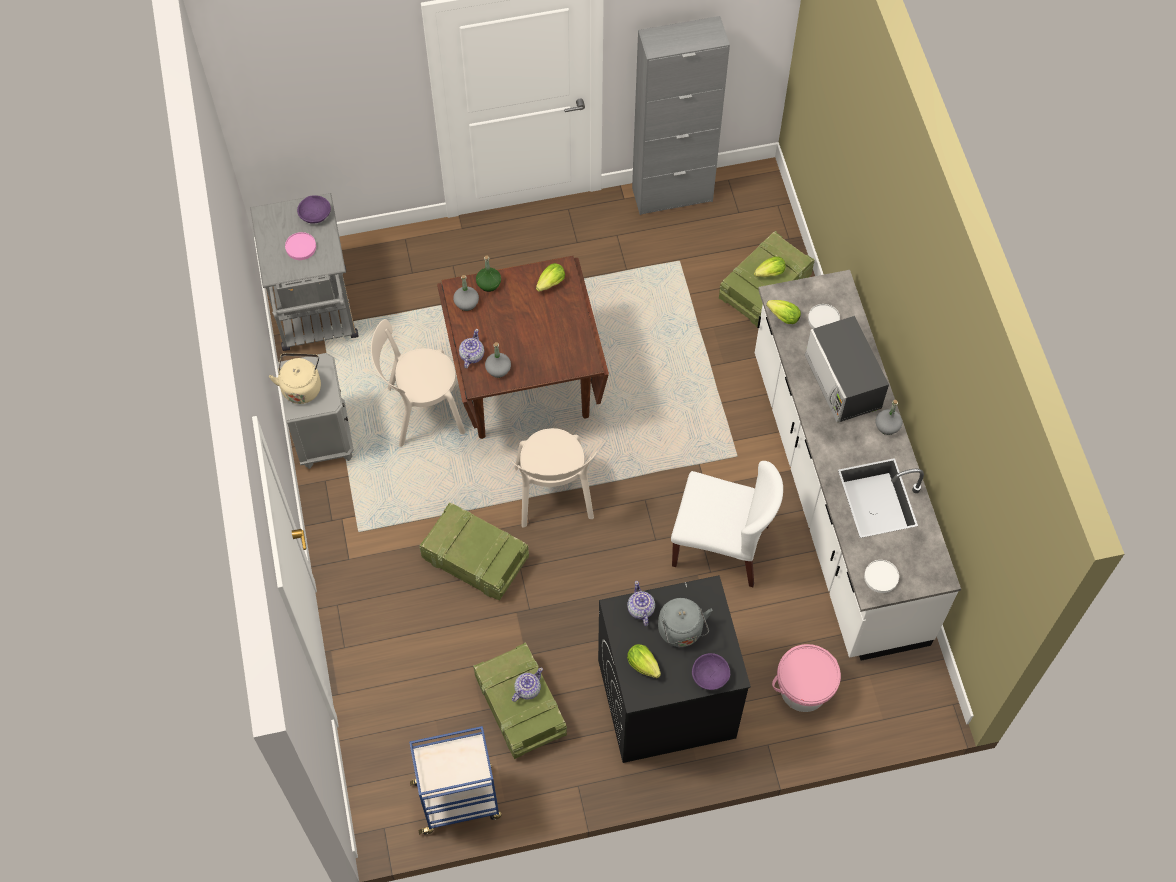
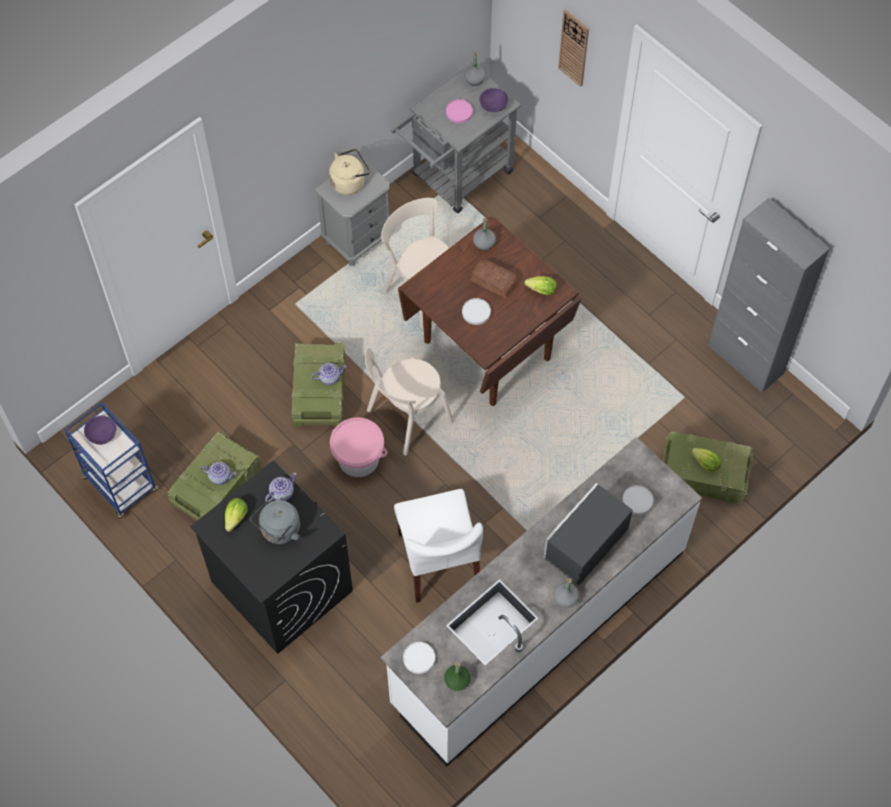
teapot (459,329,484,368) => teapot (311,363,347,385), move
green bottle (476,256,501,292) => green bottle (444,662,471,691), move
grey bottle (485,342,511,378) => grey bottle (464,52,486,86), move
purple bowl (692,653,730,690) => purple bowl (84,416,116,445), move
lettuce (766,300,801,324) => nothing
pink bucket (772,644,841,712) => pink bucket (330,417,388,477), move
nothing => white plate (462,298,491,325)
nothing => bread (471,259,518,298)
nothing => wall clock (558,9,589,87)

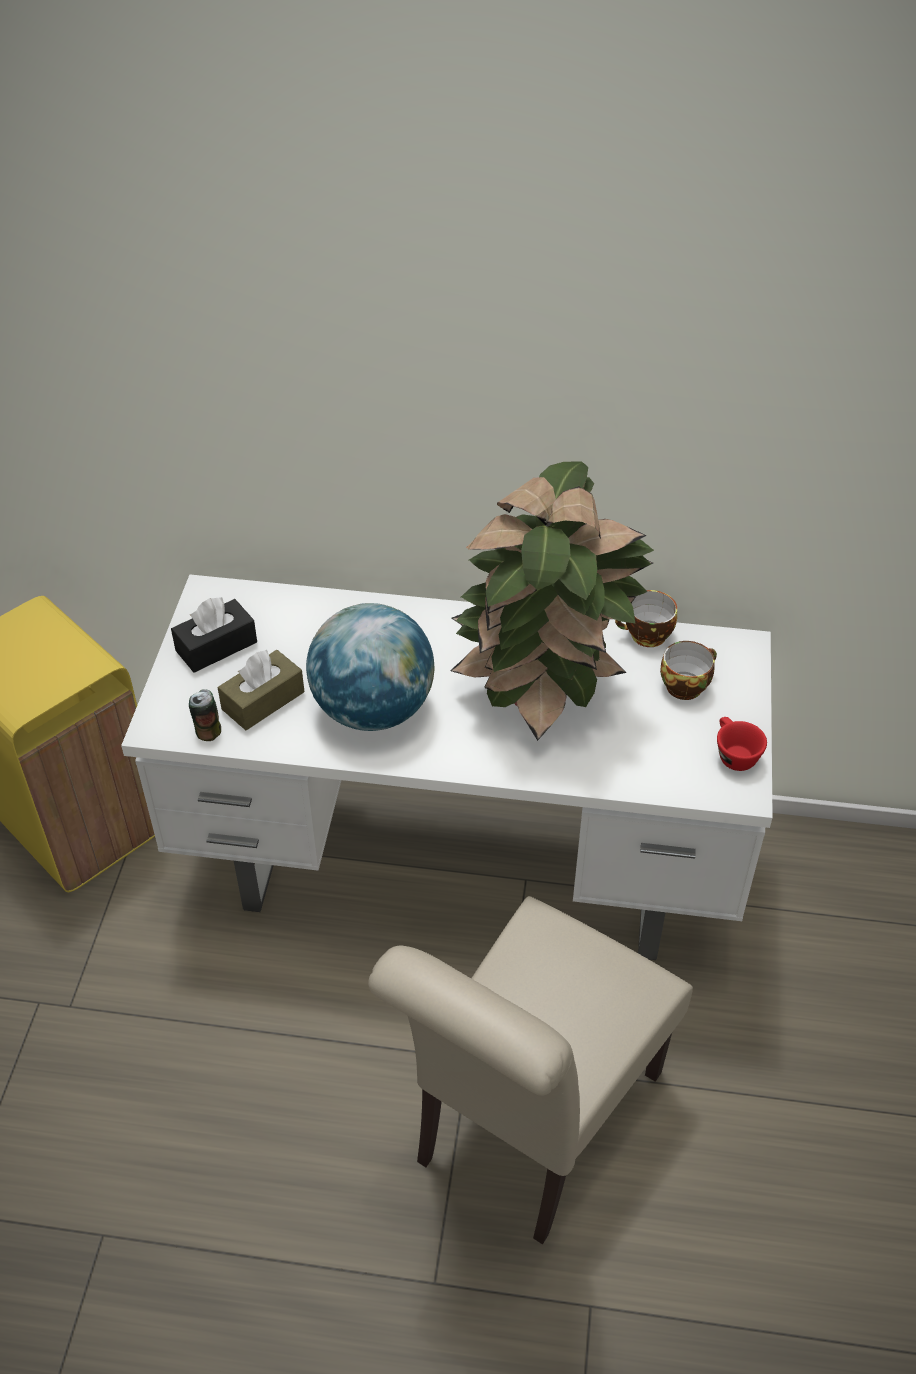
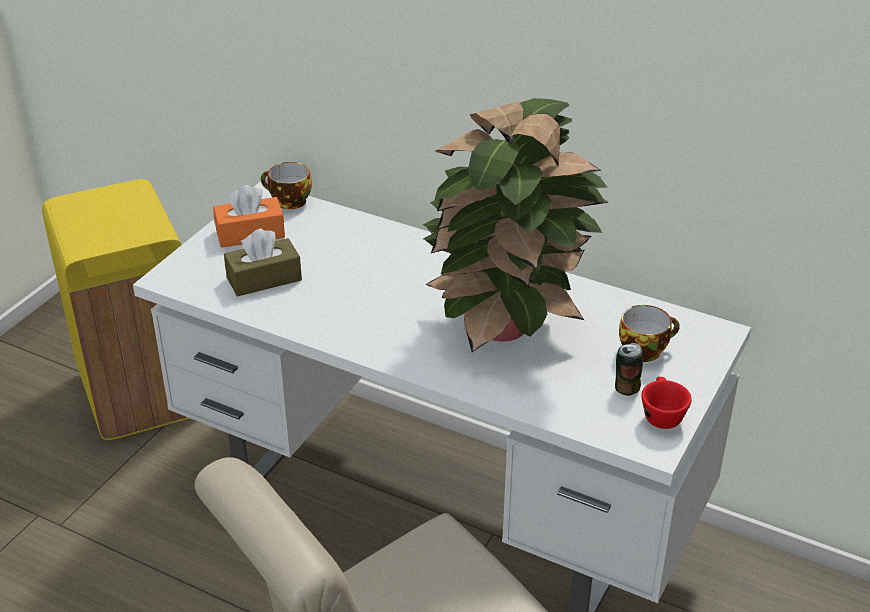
black tissue box (171,597,257,673) => orange tissue box (213,185,285,248)
can (189,689,221,741) => can (615,343,643,396), move
globe (306,603,435,731) => nothing
cup (615,590,677,647) => cup (261,162,312,209), move

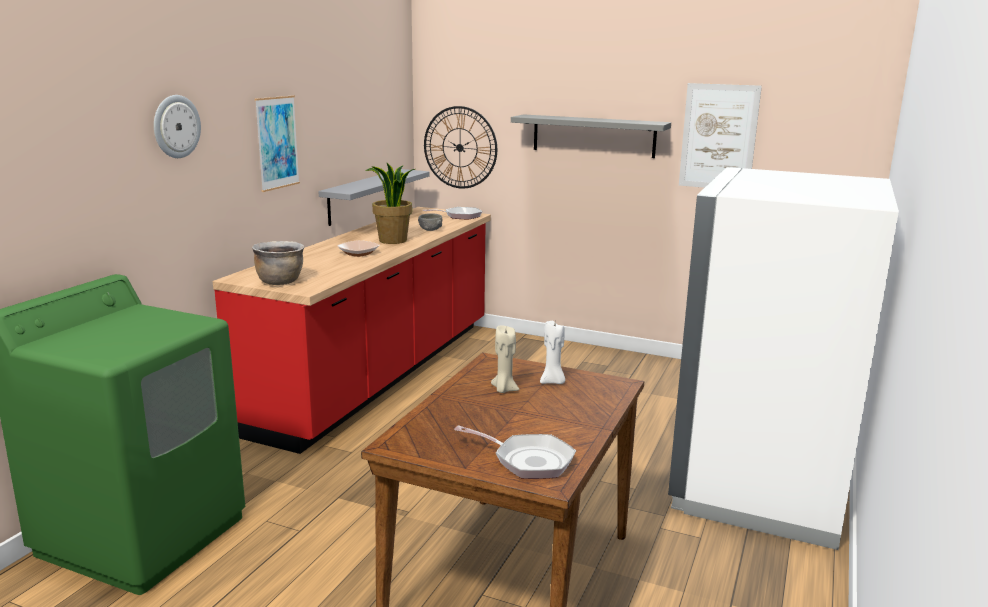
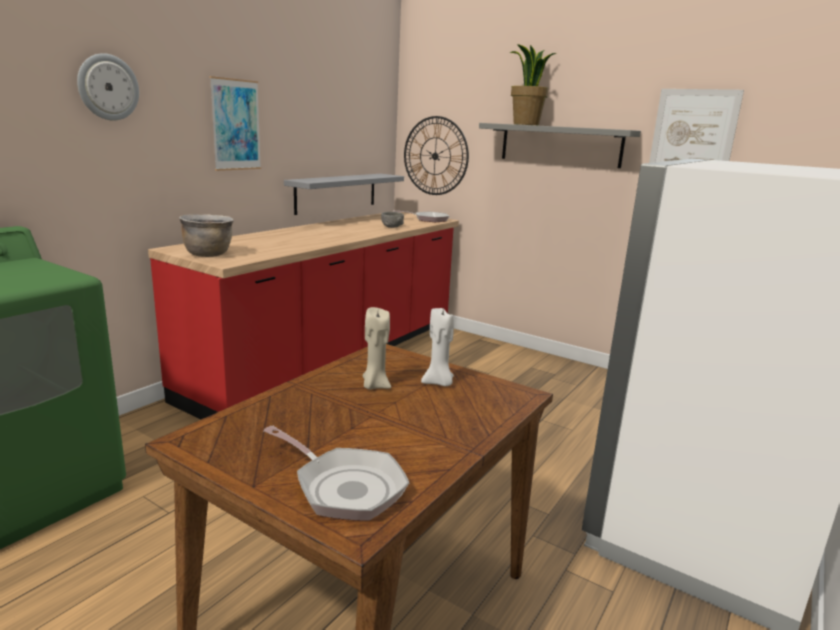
bowl (337,240,380,257) => nothing
potted plant (365,163,415,244) => potted plant (510,44,556,125), move

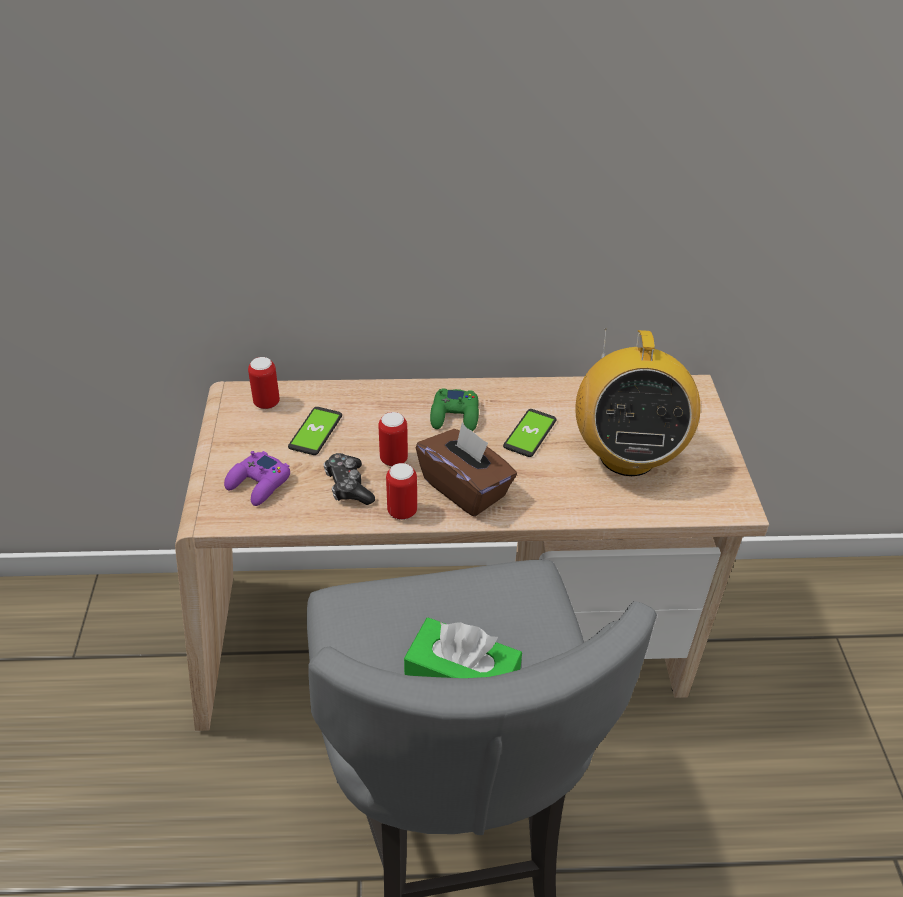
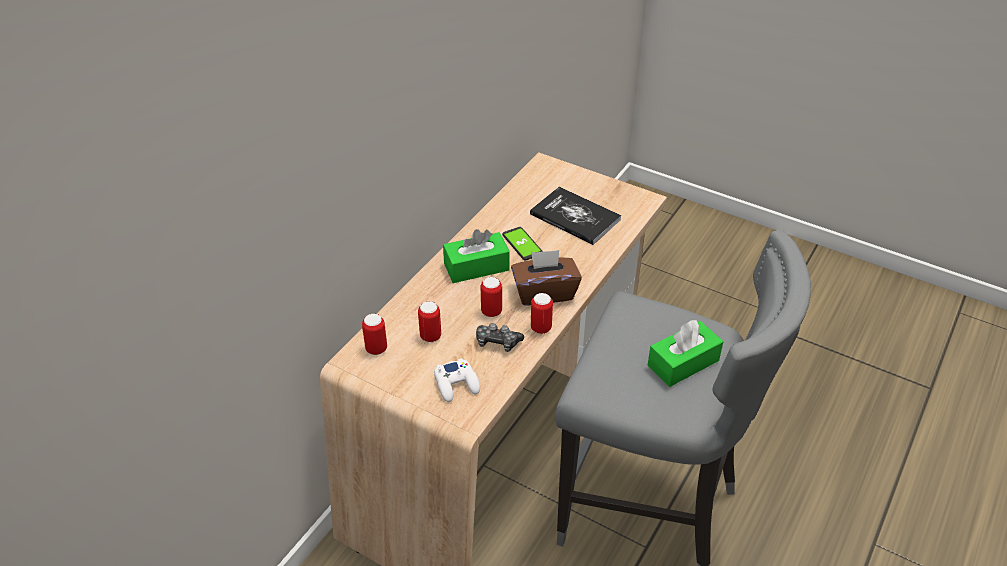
purple game controller (224,451,290,506) => white game controller (434,359,480,402)
phone (288,407,342,455) => can (418,301,441,343)
green game controller (430,388,479,431) => green tissue box (443,229,510,283)
radio (575,329,701,476) => book (530,187,621,245)

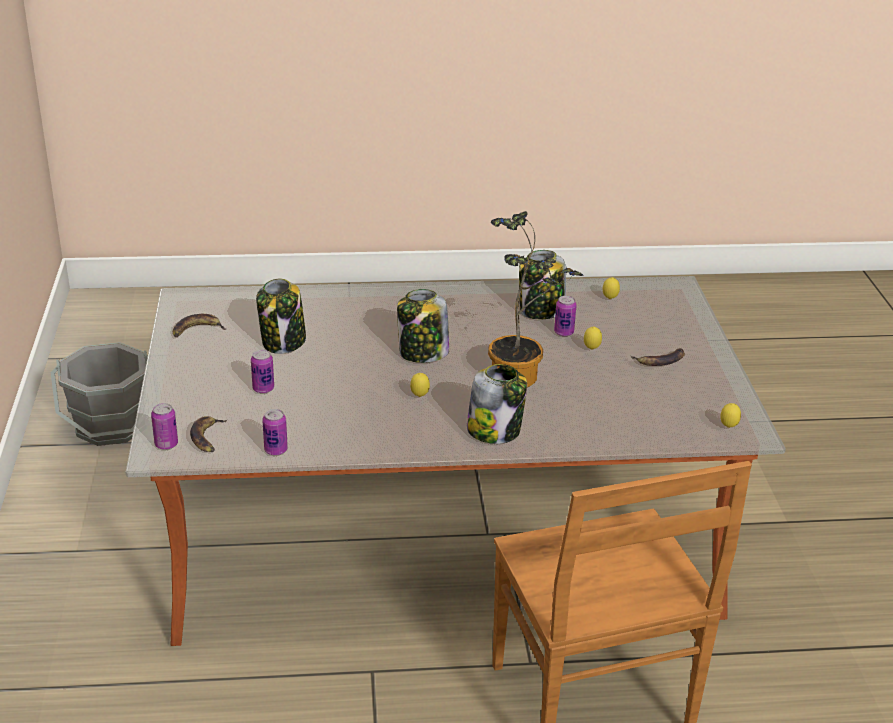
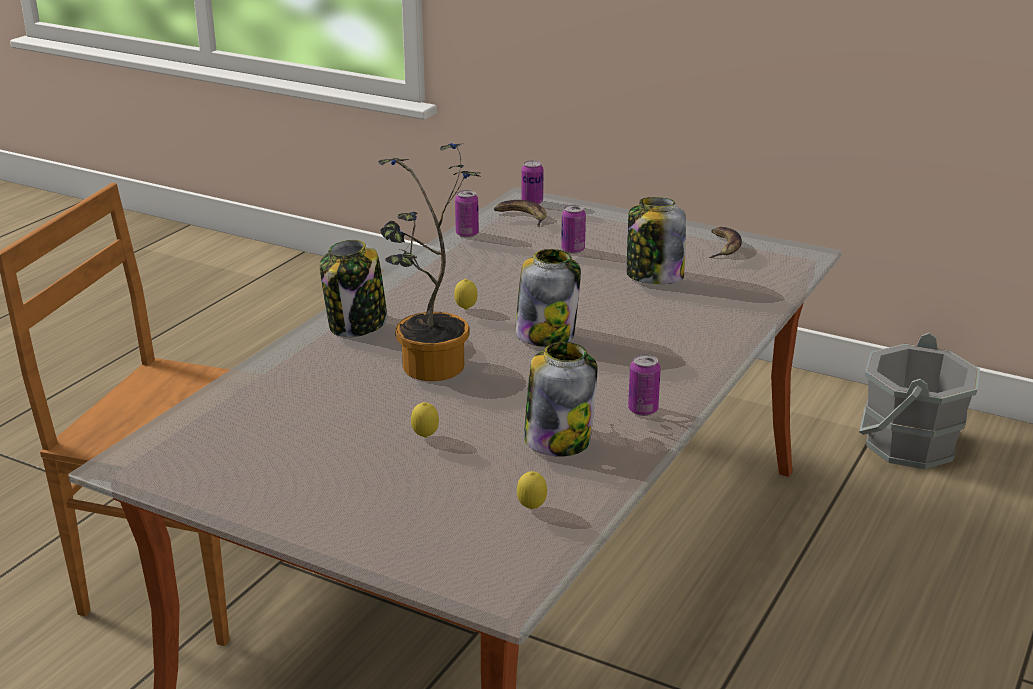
can (554,296,577,337) => can (628,354,661,416), move
banana (631,348,685,366) => nothing
lemon (720,403,741,428) => nothing

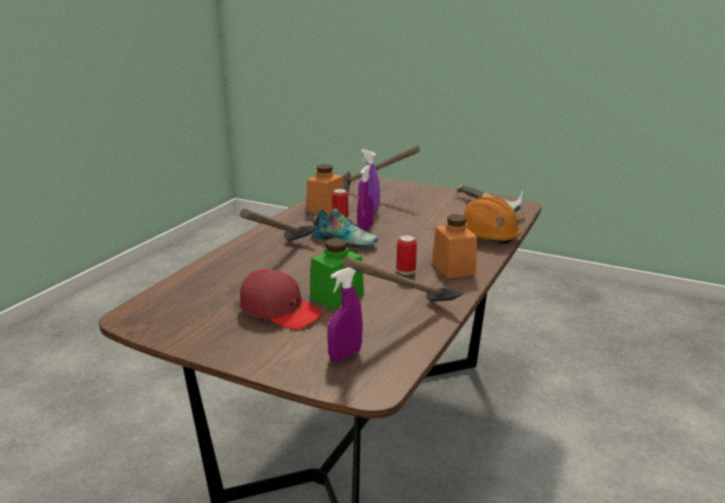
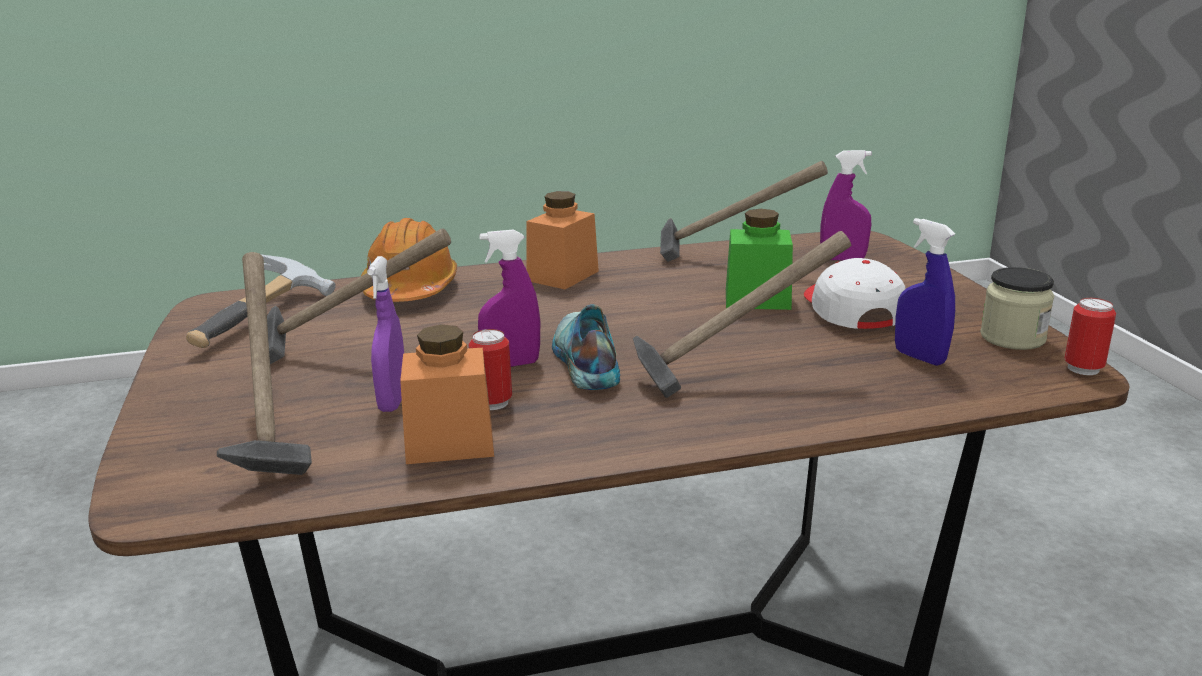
red cap (240,269,323,330) => white cap (804,258,906,329)
can (397,235,417,275) => can (1064,298,1116,375), move
nothing => hammer (267,228,451,364)
nothing => blue spray bottle (895,218,955,366)
nothing => jar (980,267,1054,350)

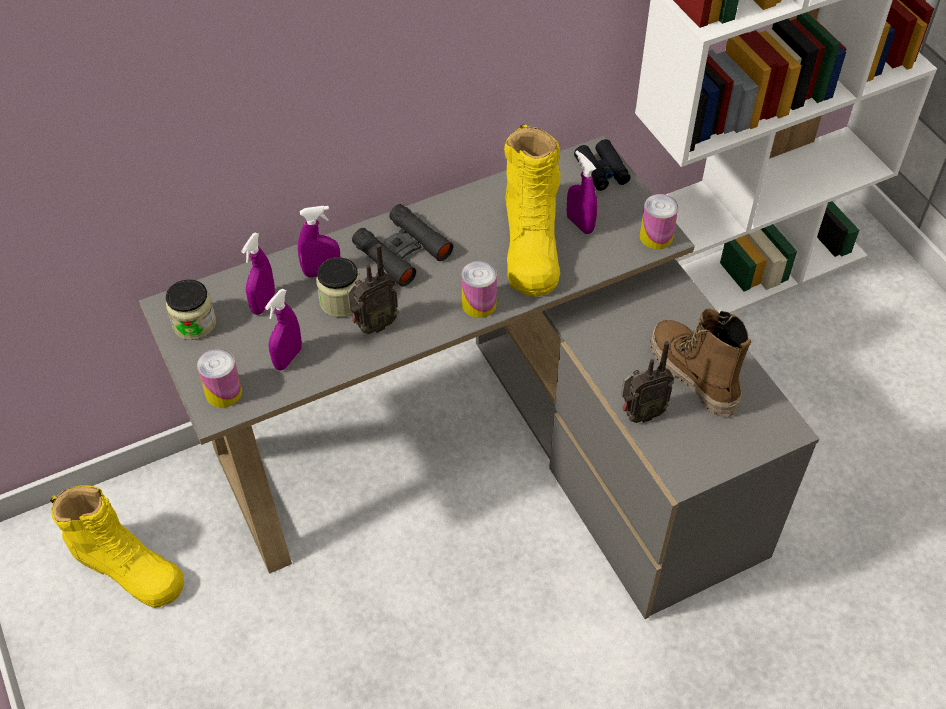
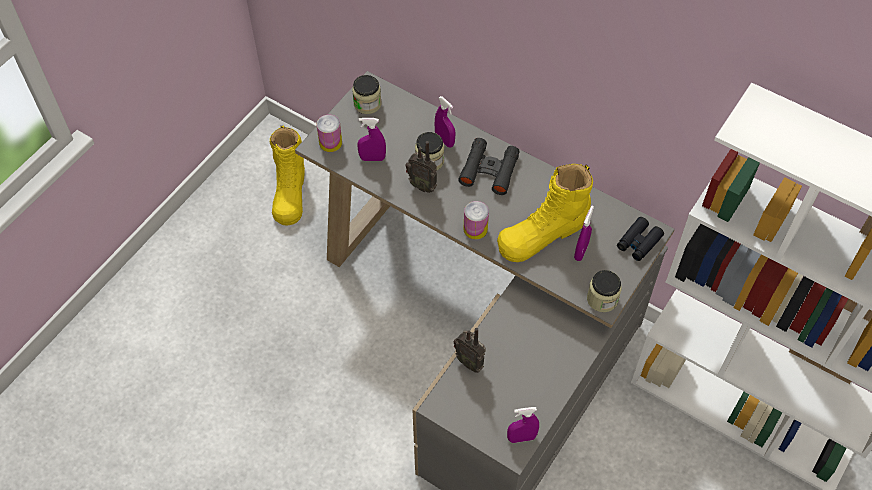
purple spray bottle (241,233,275,315) => purple spray bottle (507,407,539,443), move
can (640,194,679,249) => jar (587,270,622,312)
boot (650,308,751,418) => nothing

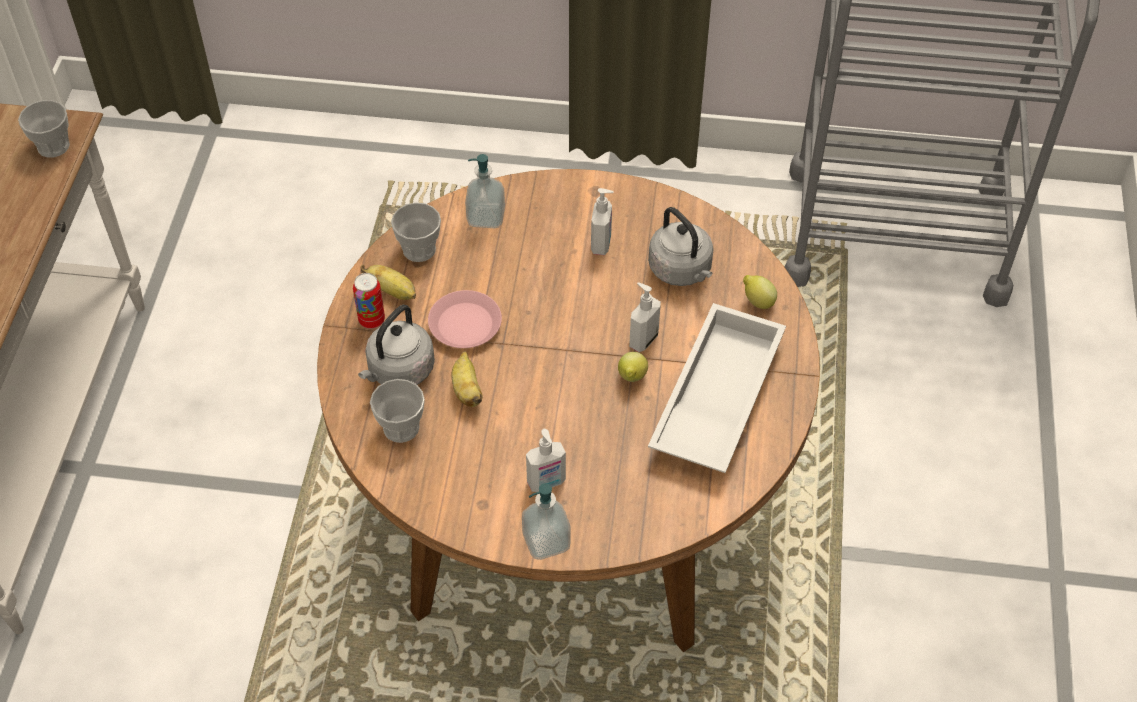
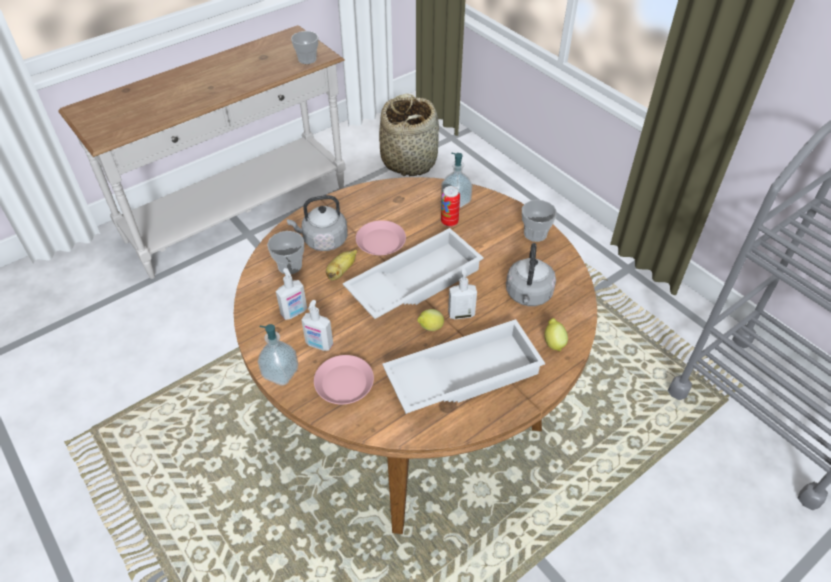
can (353,273,385,329) => can (441,186,460,227), move
banana (361,265,416,300) => nothing
cup (391,203,441,262) => cup (522,200,557,242), move
soap dispenser (591,188,614,255) => soap dispenser (276,268,307,320), move
nothing => pink plate (314,355,374,405)
nothing => white tray (343,228,484,319)
nothing => basket (379,94,439,176)

